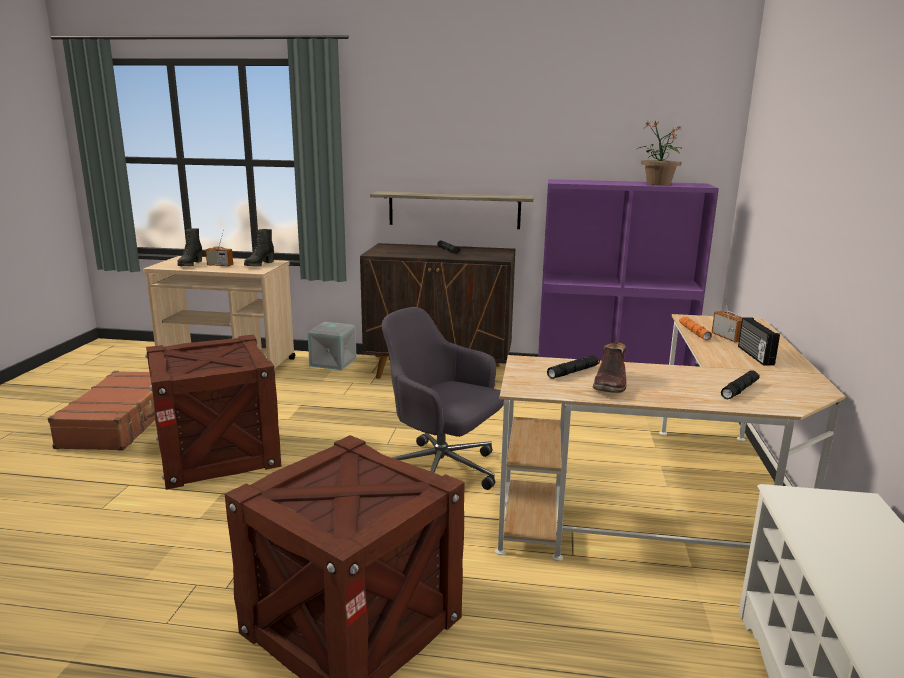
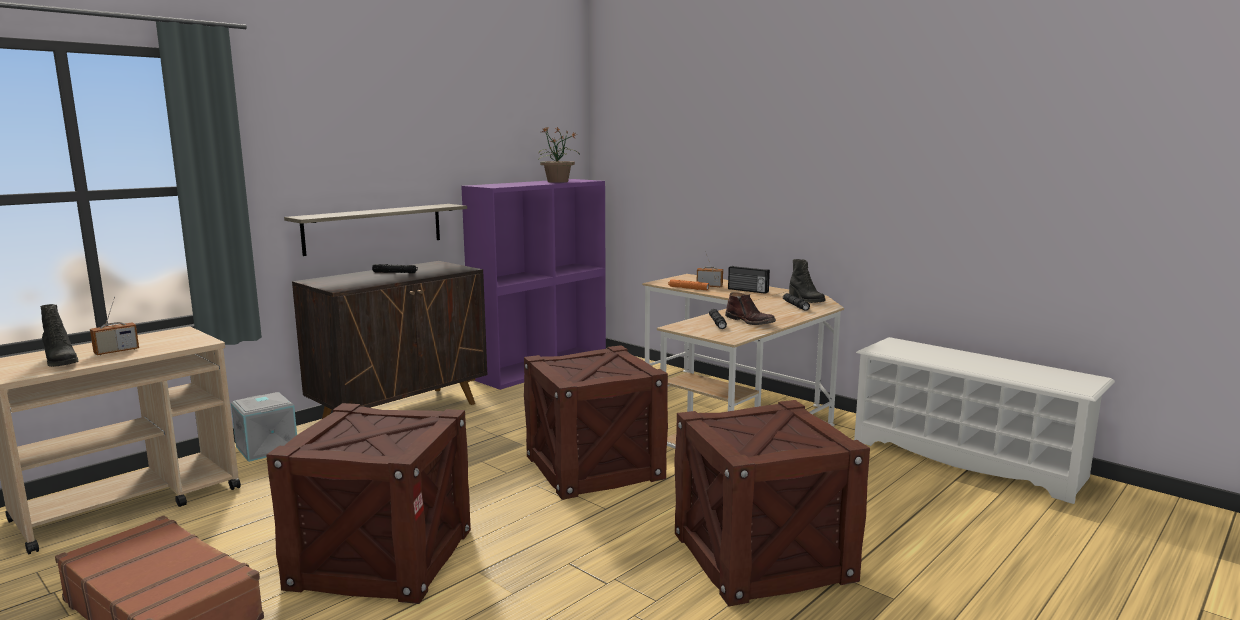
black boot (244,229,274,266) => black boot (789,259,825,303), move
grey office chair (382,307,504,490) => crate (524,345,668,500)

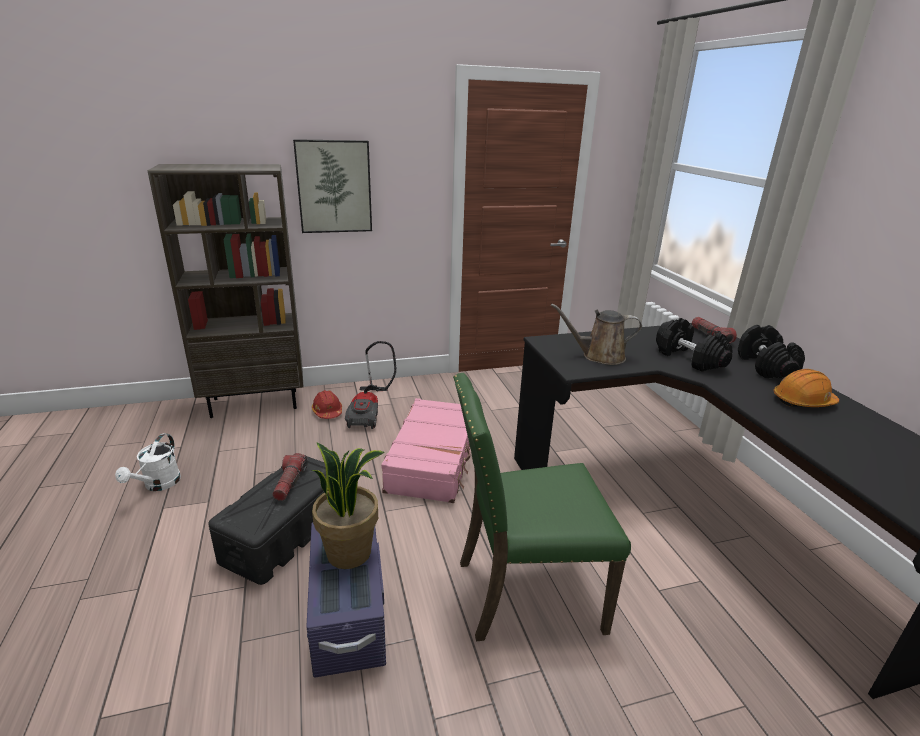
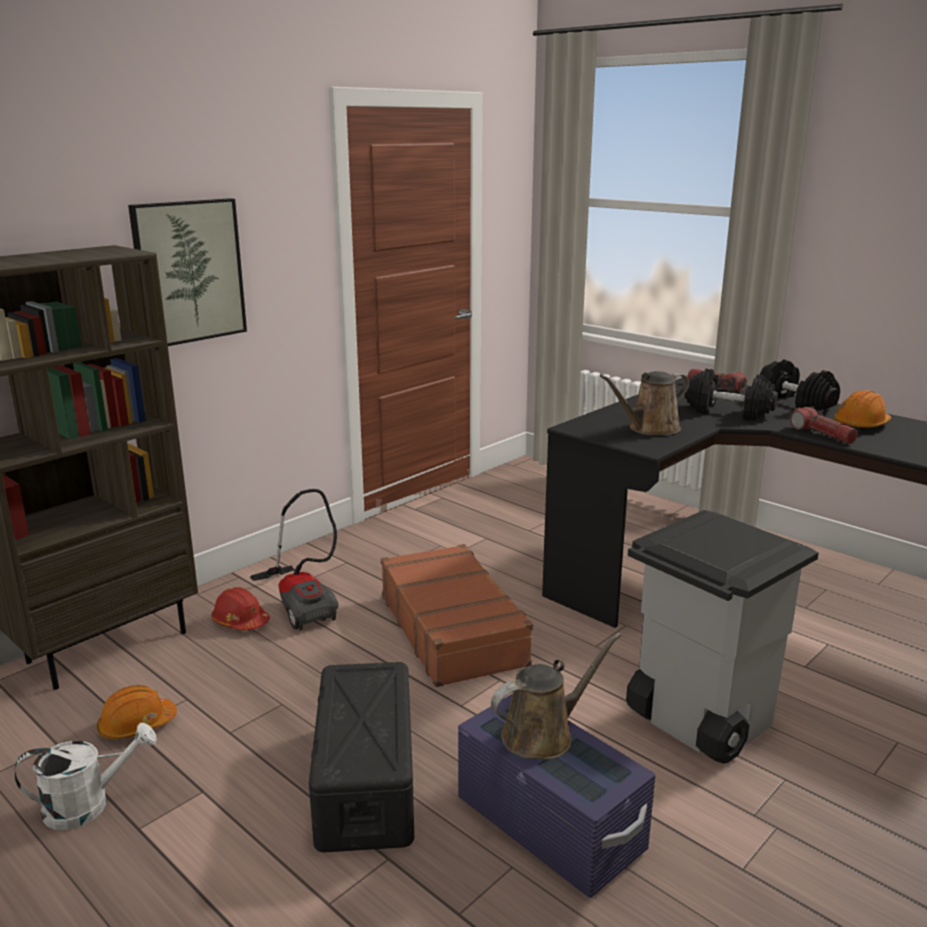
white watering can (115,433,181,491) => white watering can (14,723,157,830), 90 degrees counterclockwise
flashlight (272,453,308,501) => flashlight (790,406,858,444), move
potted plant (311,443,385,569) => brown watering can (491,633,621,759)
pink suitcase (381,398,470,503) => brown suitcase (381,544,533,687)
green chair (453,373,631,641) => grey trash can (626,510,819,764)
nothing => orange hard hat (97,685,177,739)

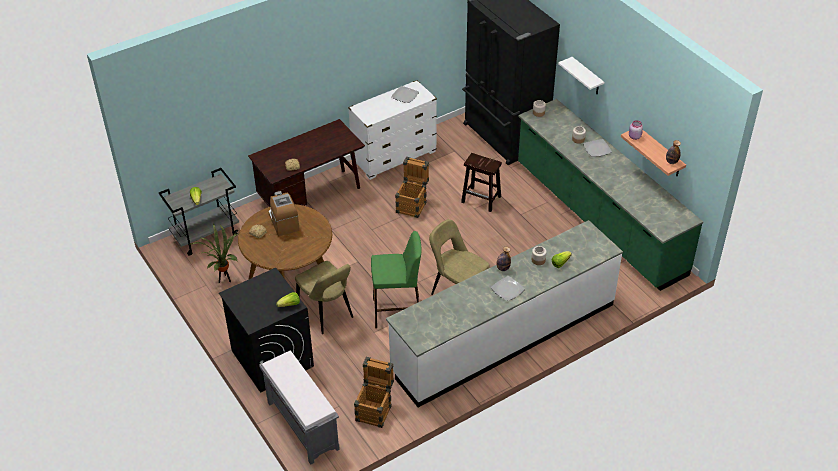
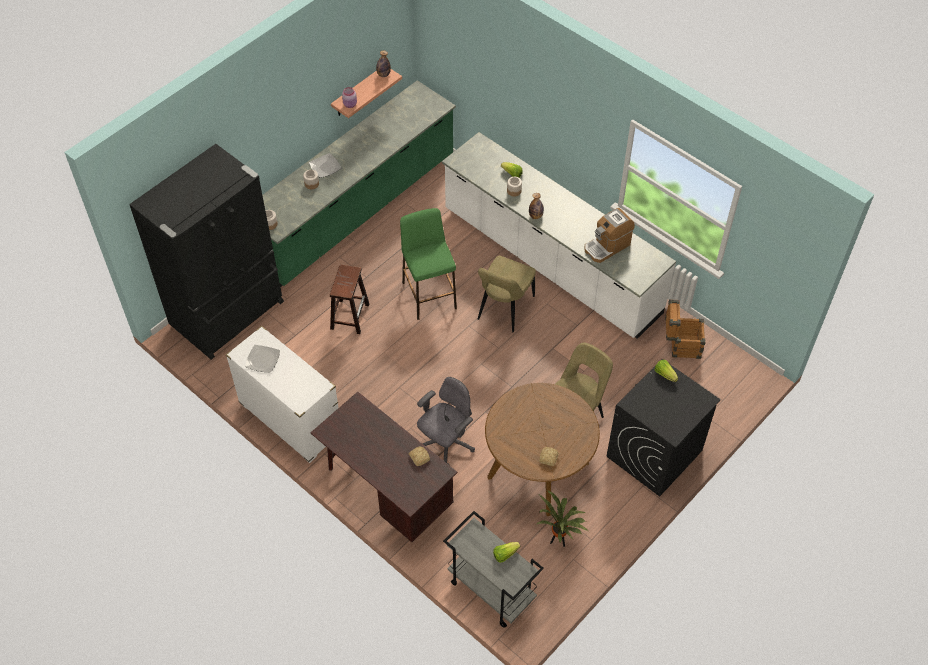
grey bench (259,350,340,465) => nothing
coffee machine (268,191,300,236) => coffee machine (584,208,635,263), move
green stool (371,231,422,328) => green stool (400,208,457,320), move
crate (395,157,429,218) => nothing
plate (491,276,525,301) => nothing
white shelf (558,57,604,94) => nothing
nothing => grey office chair (417,377,475,466)

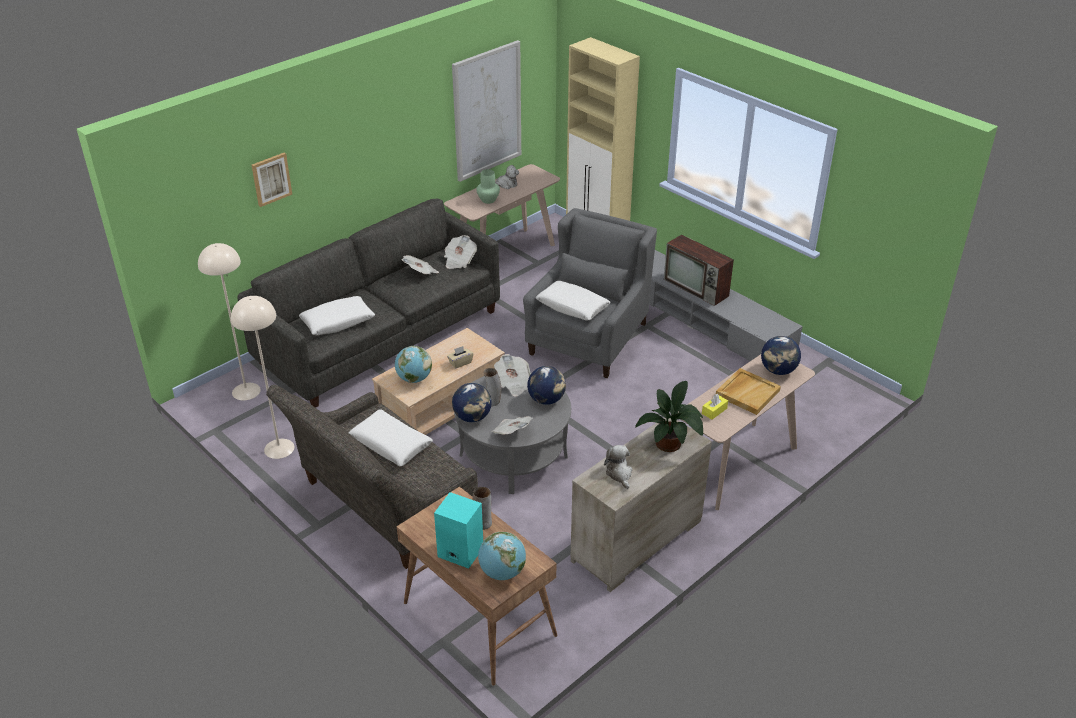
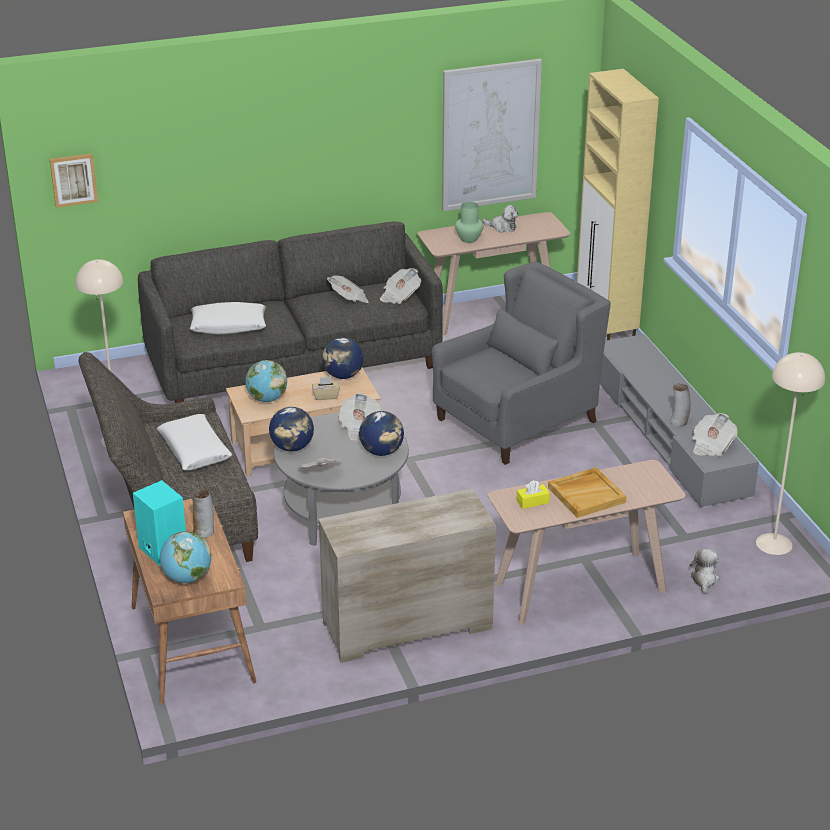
beige floor lamp (198,243,261,400) => beige floor lamp (756,352,825,555), move
picture (251,153,292,207) => picture (49,153,98,208), move
vase (483,368,501,406) => vase (670,383,691,427), move
white pillow (536,281,611,320) => nothing
plush toy (604,445,632,489) => plush toy (690,549,719,594), move
potted plant (635,381,703,452) => nothing
television (664,235,734,306) => nothing
globe (761,336,801,375) => globe (322,338,364,379), move
nothing => newspaper (692,413,738,456)

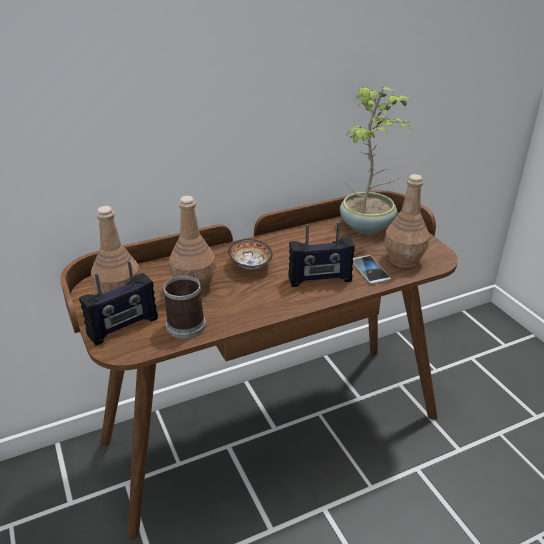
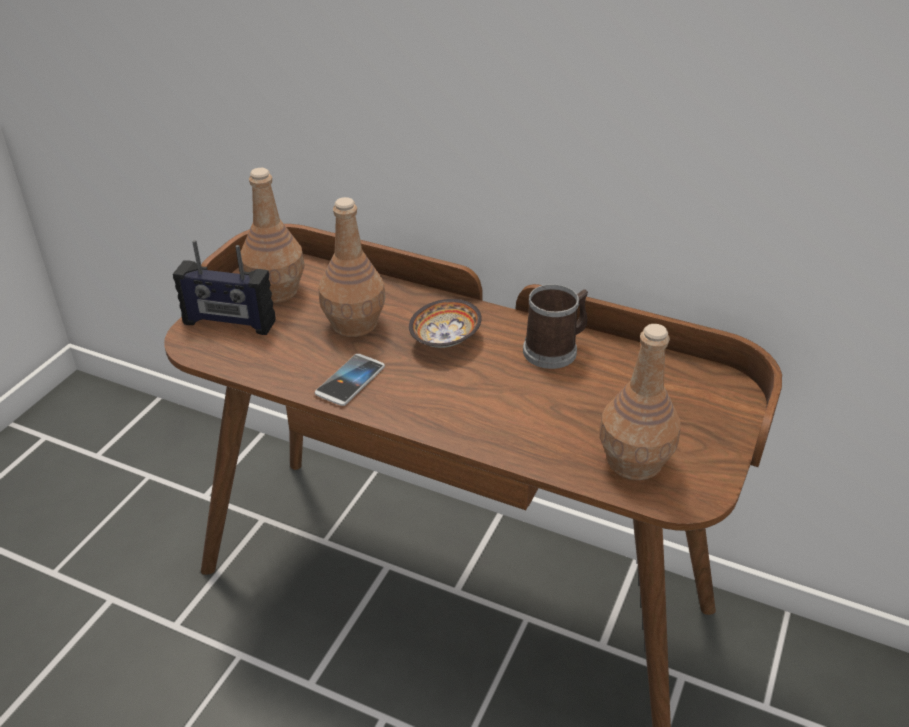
mug (163,272,206,338) => mug (523,284,588,369), move
radio (288,222,355,287) => nothing
potted plant (340,87,412,234) => nothing
phone (353,255,391,284) => phone (314,354,385,406), move

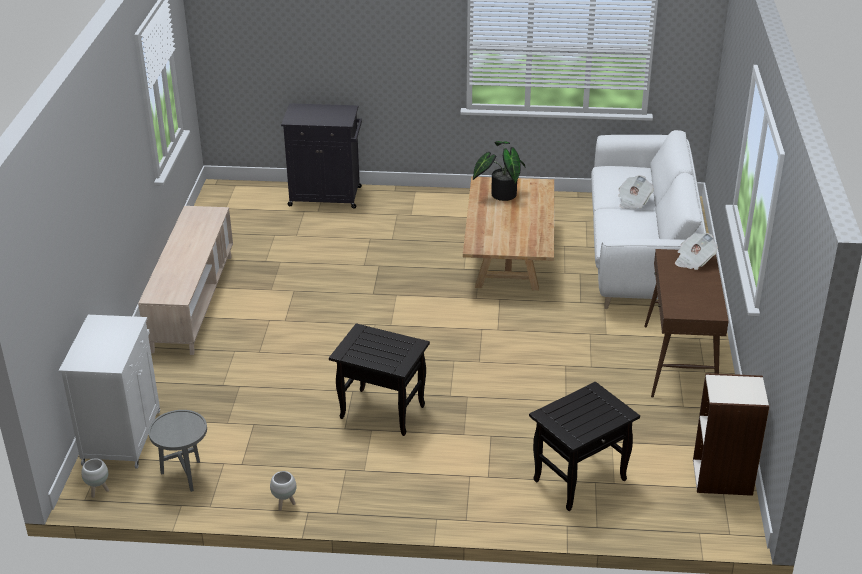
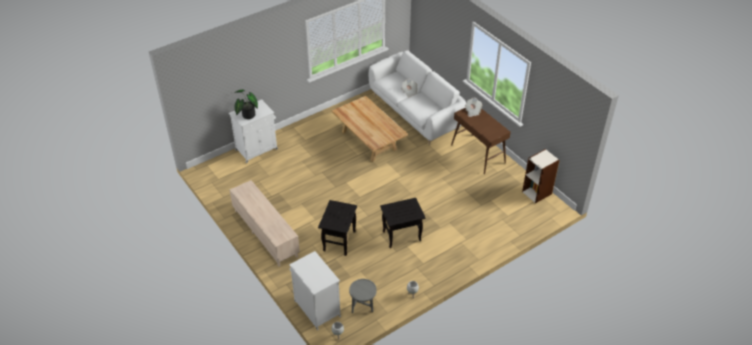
black cabinet (281,103,362,208) => white cabinet (229,99,278,163)
potted plant (473,141,526,201) => potted plant (234,90,258,119), move
black side table (529,382,640,511) => black side table (318,200,357,256), move

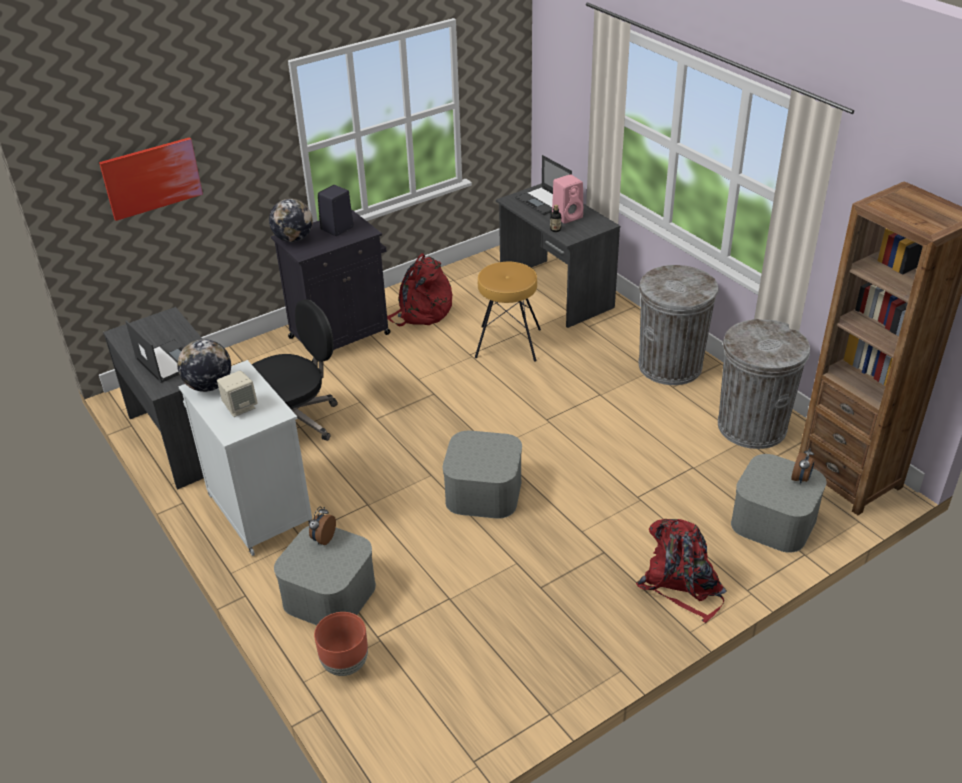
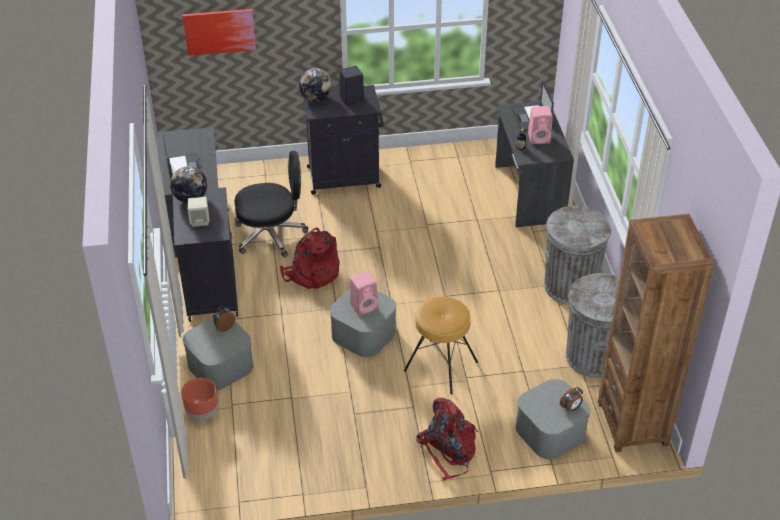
white cabinet (178,360,312,556) => black cabinet (173,187,238,322)
red backpack (387,253,452,326) => red backpack (280,228,340,289), move
brown stool (475,261,541,362) => brown stool (404,297,478,394), move
nothing => pink speaker (350,271,378,316)

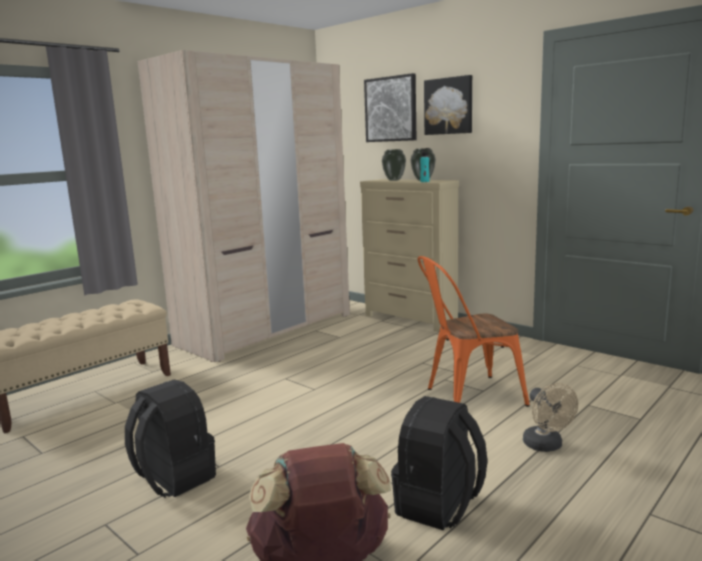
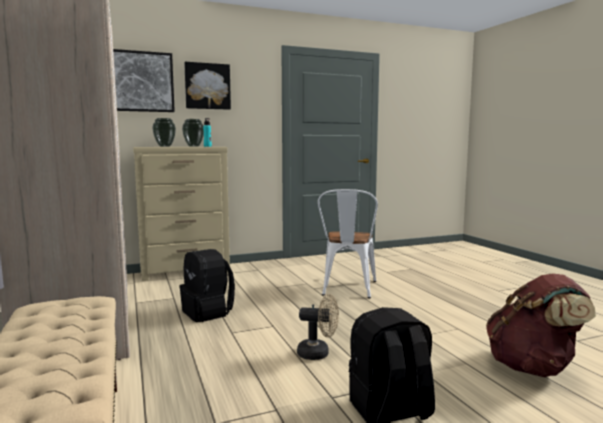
black backpack (391,396,488,530) => black backpack (179,249,235,322), move
orange chair (418,256,530,407) => white chair (318,189,378,298)
beige fan (523,383,578,452) => beige fan (297,294,339,360), move

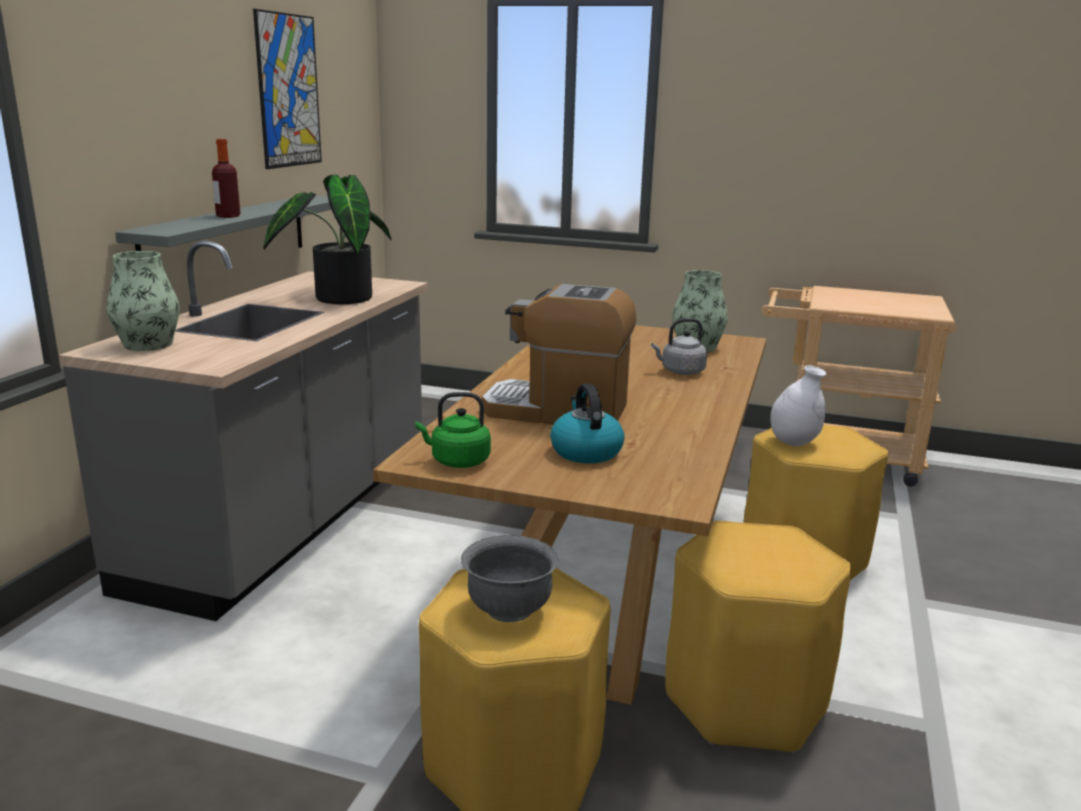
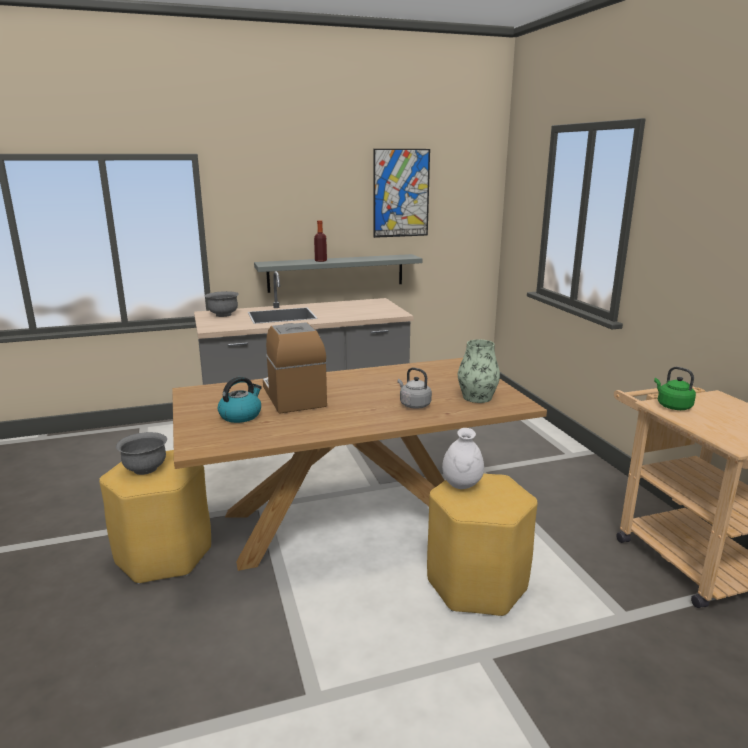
vase (107,251,180,351) => grey bowl (205,291,239,317)
potted plant (263,175,391,304) => nothing
green kettle (415,392,491,468) => green kettle (654,367,696,410), move
yellow stool (666,521,852,753) => nothing

